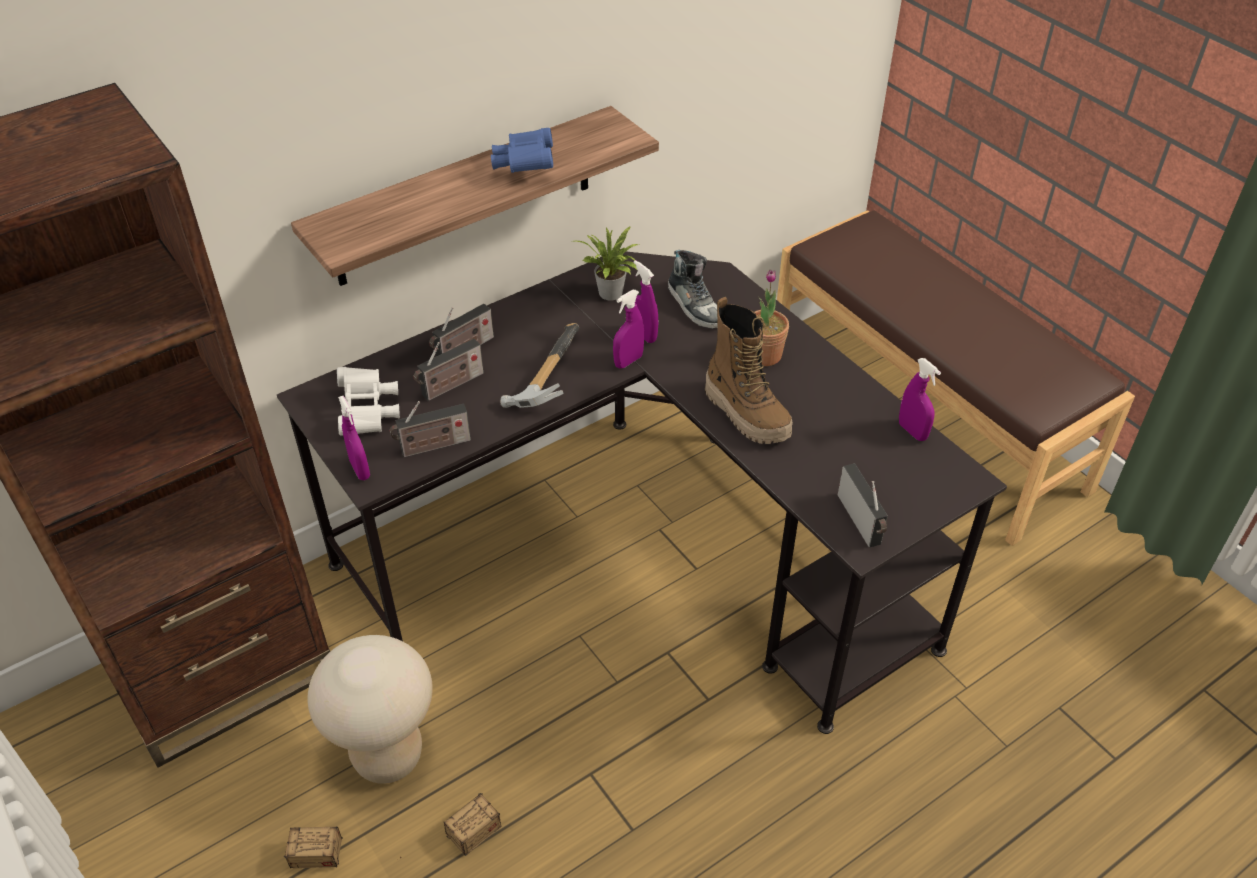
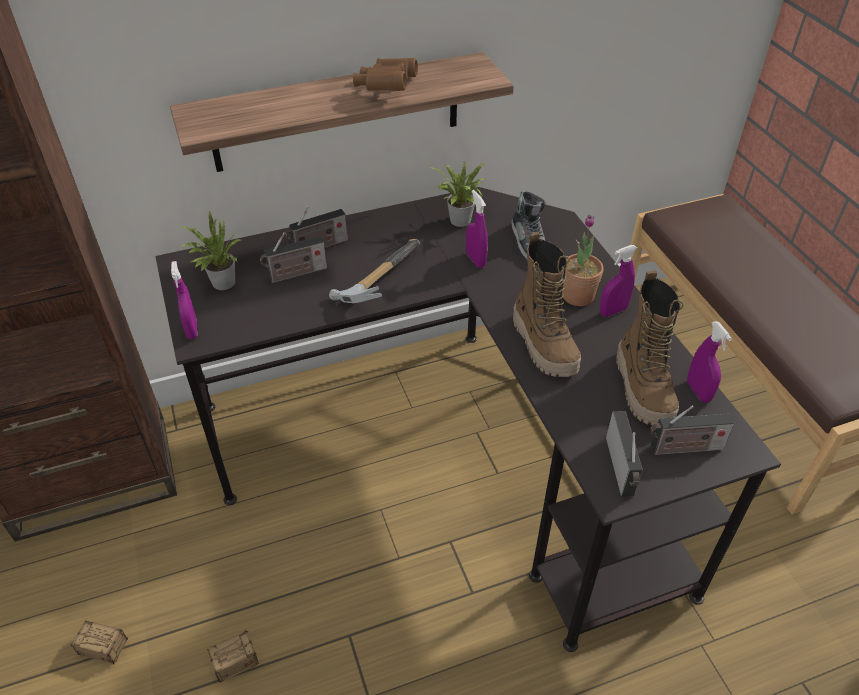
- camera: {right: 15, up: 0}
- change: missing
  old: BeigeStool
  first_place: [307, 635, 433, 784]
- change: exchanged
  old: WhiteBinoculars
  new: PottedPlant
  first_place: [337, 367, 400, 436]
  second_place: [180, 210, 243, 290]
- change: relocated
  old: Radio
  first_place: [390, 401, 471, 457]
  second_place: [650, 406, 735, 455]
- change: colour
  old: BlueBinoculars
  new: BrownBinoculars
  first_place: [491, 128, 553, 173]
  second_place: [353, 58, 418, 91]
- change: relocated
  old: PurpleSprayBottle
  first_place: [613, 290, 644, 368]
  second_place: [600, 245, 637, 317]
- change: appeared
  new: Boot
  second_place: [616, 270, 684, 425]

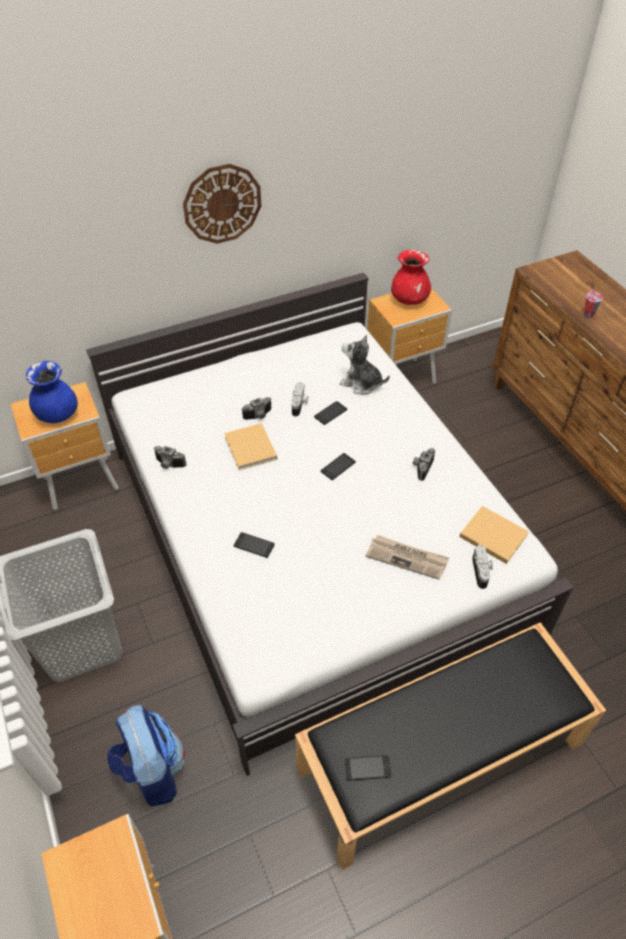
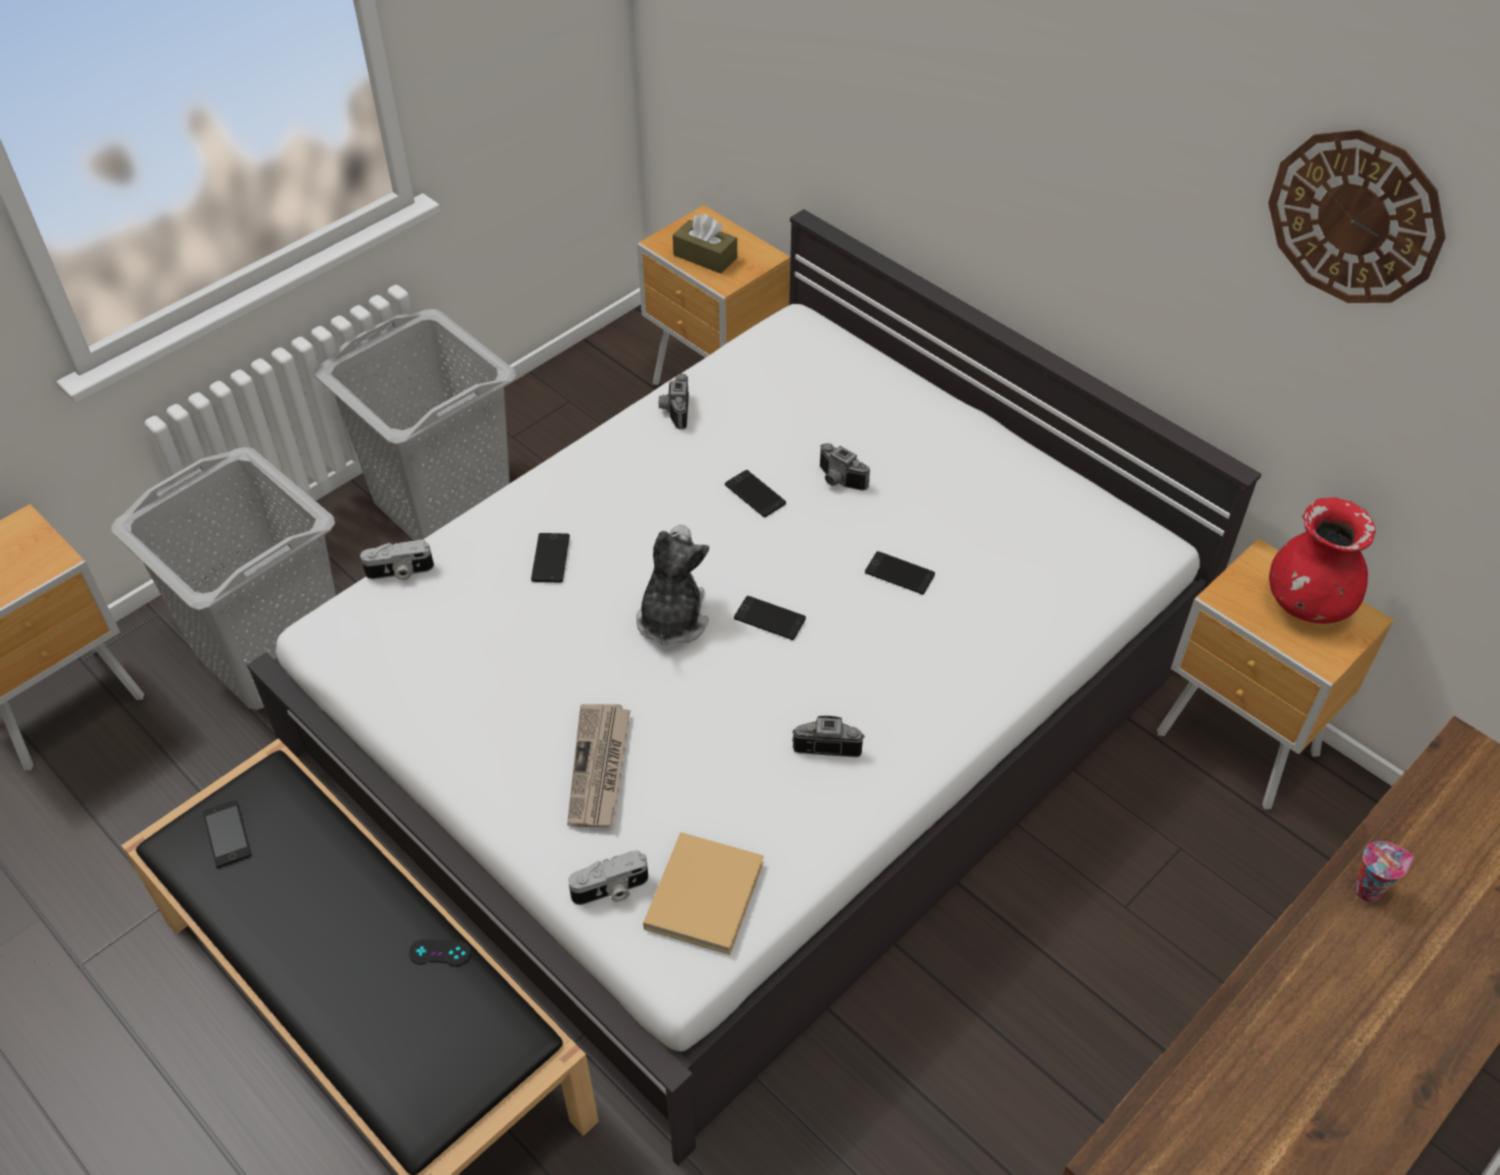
- camera: {right: 70, up: 0}
- change: exchanged
  old: BlueVase
  new: BrownTissueBox
  first_place: [26, 361, 78, 423]
  second_place: [673, 214, 737, 274]
- change: exchanged
  old: Backpack
  new: GreyLaundryBasket
  first_place: [107, 705, 185, 807]
  second_place: [111, 447, 336, 710]
- change: relocated
  old: WallClock
  first_place: [183, 164, 261, 244]
  second_place: [1268, 130, 1446, 303]
- change: exchanged
  old: BeigeBook
  new: Phone
  first_place: [224, 423, 277, 470]
  second_place: [725, 470, 786, 517]
- change: relocated
  old: PhotoCamera
  first_place: [292, 382, 308, 417]
  second_place: [360, 540, 434, 580]
- change: relocated
  old: PlushToy
  first_place: [340, 335, 390, 395]
  second_place: [636, 525, 709, 645]
- change: appeared
  new: BlackGameController
  second_place: [409, 939, 471, 966]

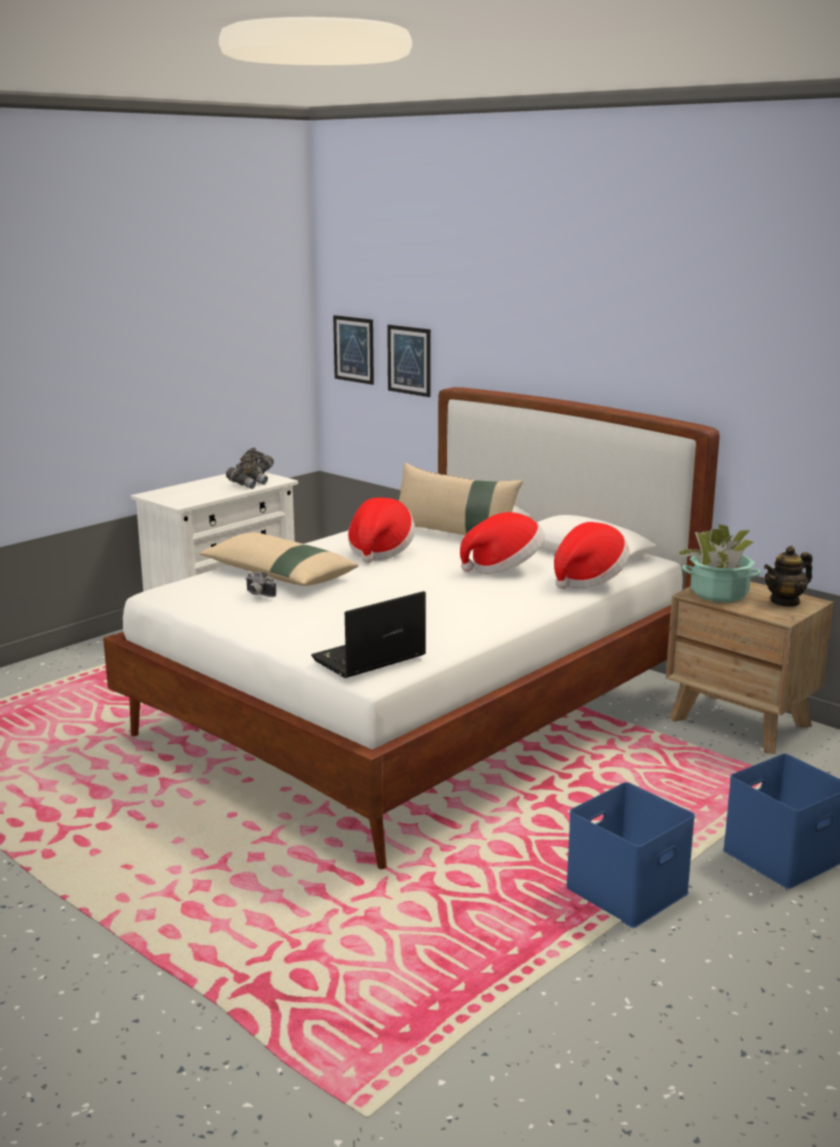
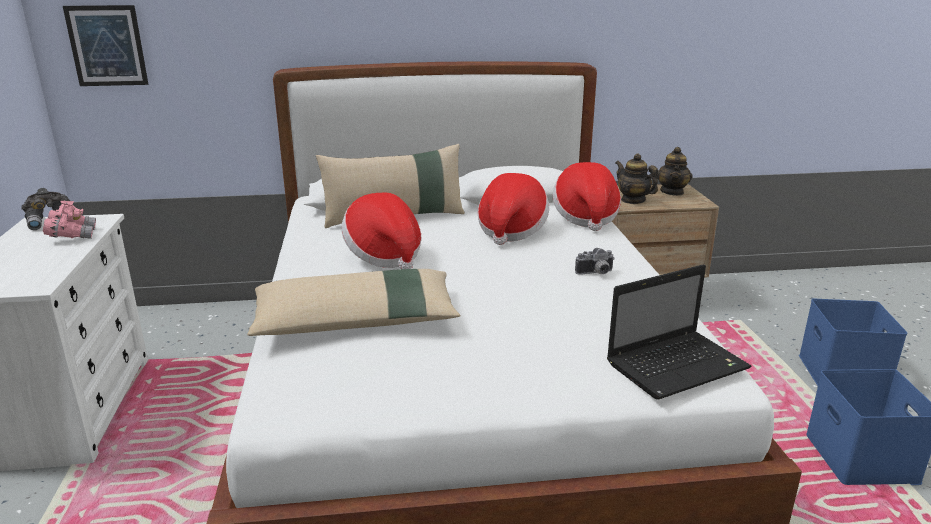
- camera: {right: -50, up: 5}
- change: colour
  old: GreyBinoculars
  new: PinkBinoculars
  first_place: [226, 457, 268, 489]
  second_place: [43, 201, 96, 239]
- change: relocated
  old: PhotoCamera
  first_place: [246, 572, 276, 597]
  second_place: [575, 248, 615, 275]
- change: spun
  old: Laptop
  first_place: [311, 591, 426, 678]
  second_place: [607, 264, 752, 400]
  degrees: -120
- change: missing
  old: Picture
  first_place: [387, 325, 431, 397]
- change: exchanged
  old: PottedPlant
  new: Teapot
  first_place: [677, 524, 762, 602]
  second_place: [616, 153, 658, 204]

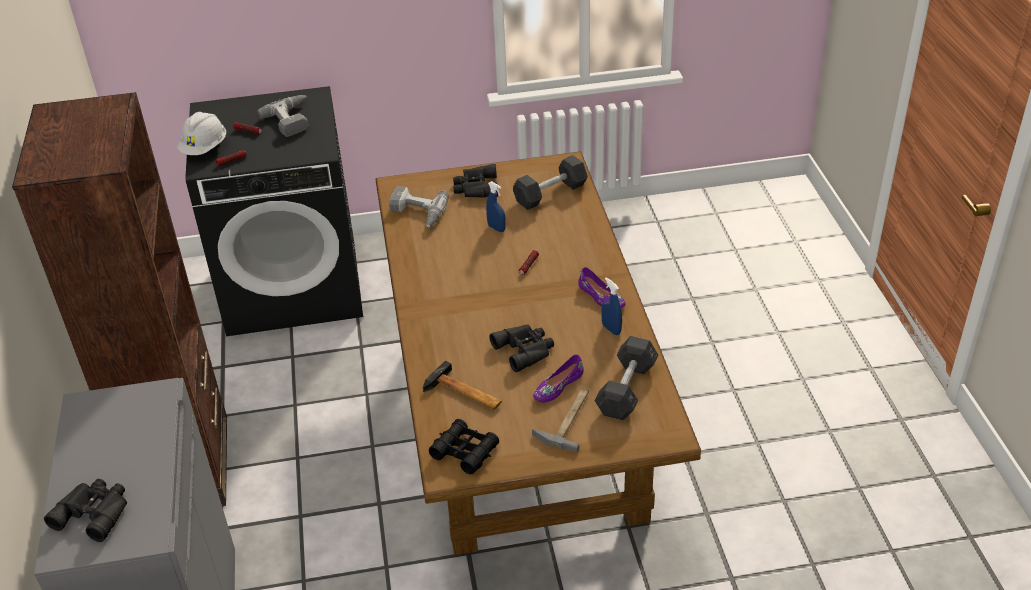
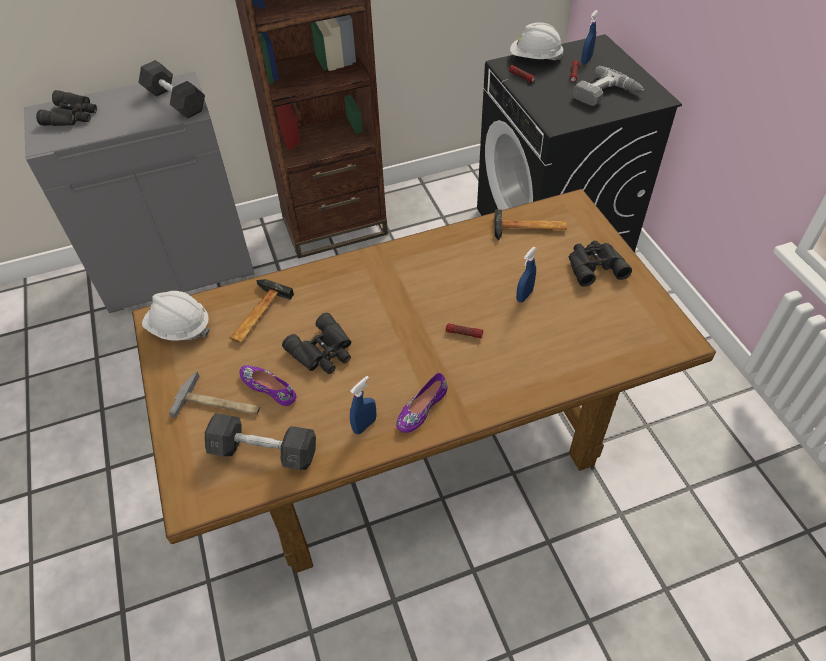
- camera: {right: 80, up: 10}
- change: exchanged
  old: PowerDrill
  new: Hammer
  first_place: [389, 186, 449, 227]
  second_place: [494, 209, 567, 240]
- change: exchanged
  old: BlackBinoculars
  new: WhiteHardHat
  first_place: [429, 419, 499, 474]
  second_place: [142, 291, 210, 341]
- change: relocated
  old: BlackDumbbell
  first_place: [513, 155, 588, 210]
  second_place: [138, 60, 205, 118]
- change: appeared
  new: BlueSprayBottle
  second_place: [581, 10, 598, 64]

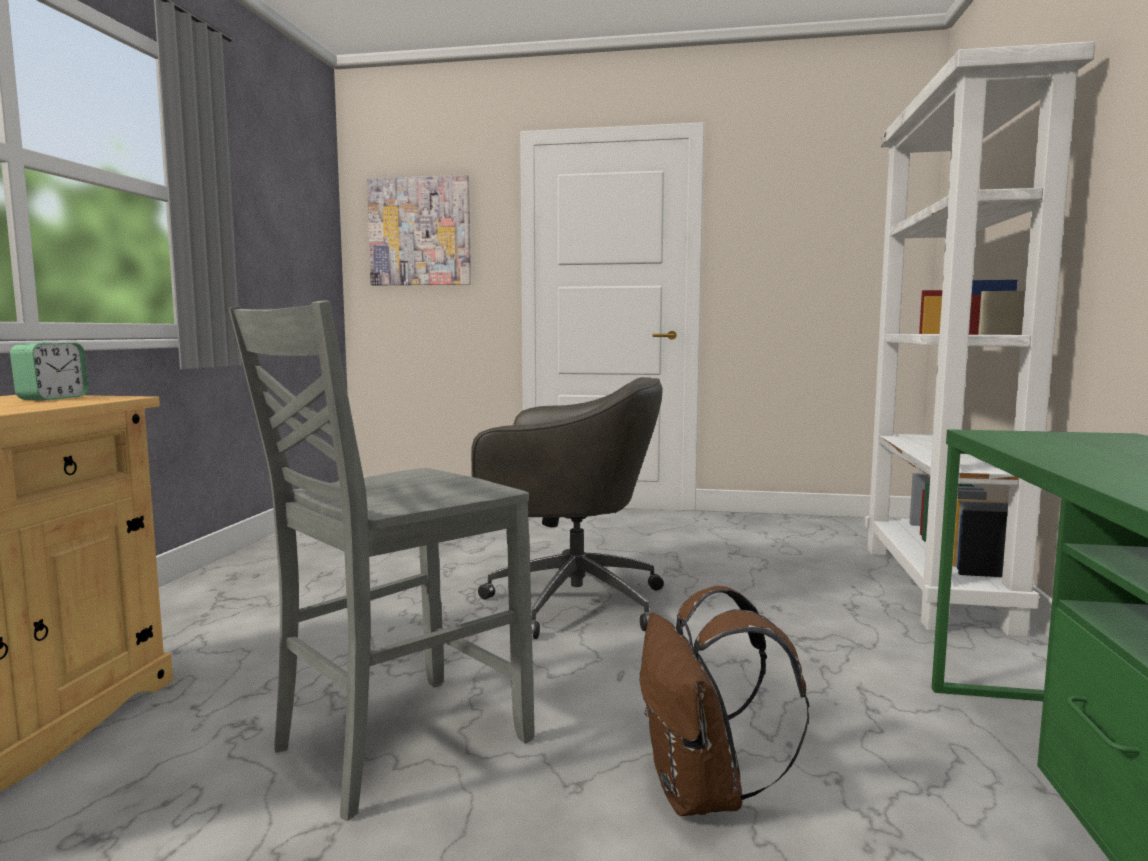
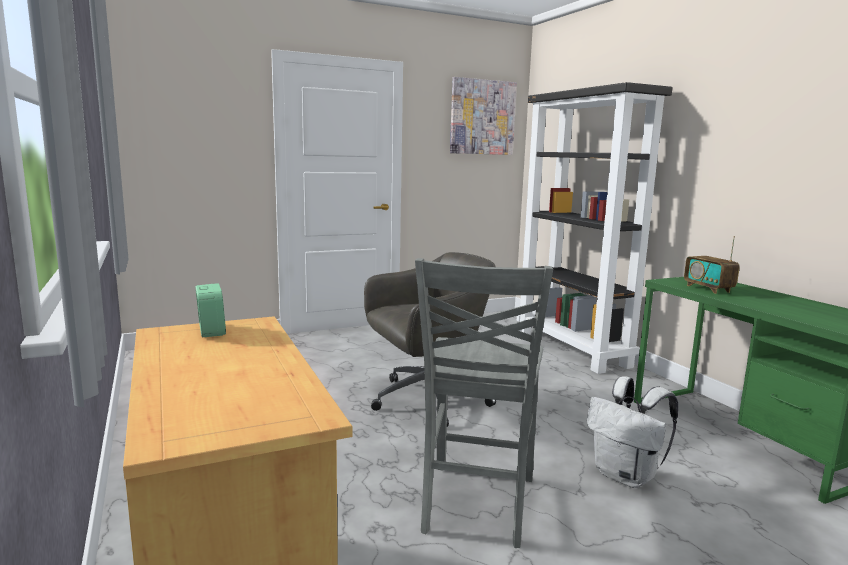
- camera: {right: -35, up: 5}
- change: relocated
  old: Picture
  first_place: [367, 175, 471, 286]
  second_place: [450, 77, 517, 155]
- change: colour
  old: BrownBackpack
  new: WhiteBackpack
  first_place: [640, 586, 809, 816]
  second_place: [587, 376, 678, 488]
- change: colour
  old: WhiteBookcase
  new: BlackBookcase
  first_place: [865, 41, 1095, 637]
  second_place: [517, 82, 673, 374]
- change: appeared
  new: Radio
  second_place: [684, 236, 739, 294]

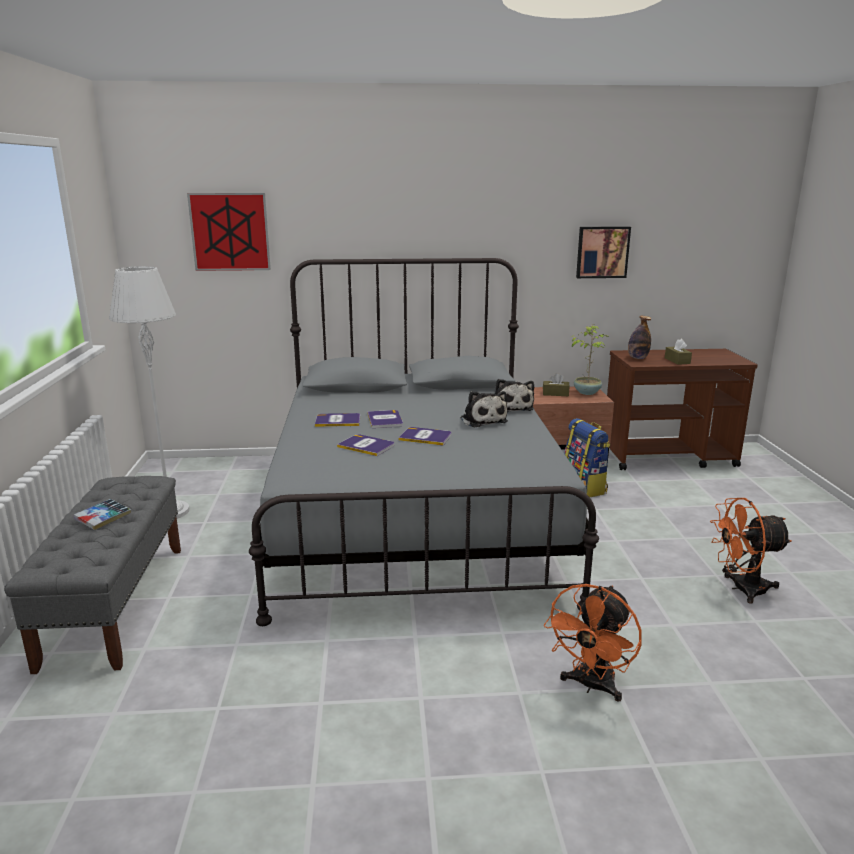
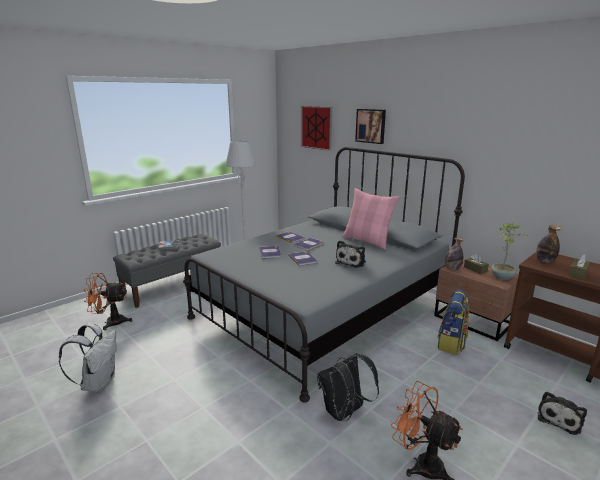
- camera: {right: 50, up: 0}
- change: relocated
  old: PlushToy
  first_place: [494, 379, 534, 412]
  second_place: [538, 391, 587, 435]
- change: relocated
  old: OrangeFan
  first_place: [544, 584, 642, 702]
  second_place: [83, 273, 133, 330]
- change: relocated
  old: Picture
  first_place: [576, 226, 631, 278]
  second_place: [355, 109, 386, 144]
- change: appeared
  new: WhiteBackpack
  second_place: [59, 323, 117, 392]
- change: appeared
  new: BlackBackpack
  second_place: [317, 353, 379, 421]
- change: appeared
  new: PinkPillow
  second_place: [342, 188, 400, 250]
- change: appeared
  new: Bottle
  second_place: [445, 238, 464, 271]

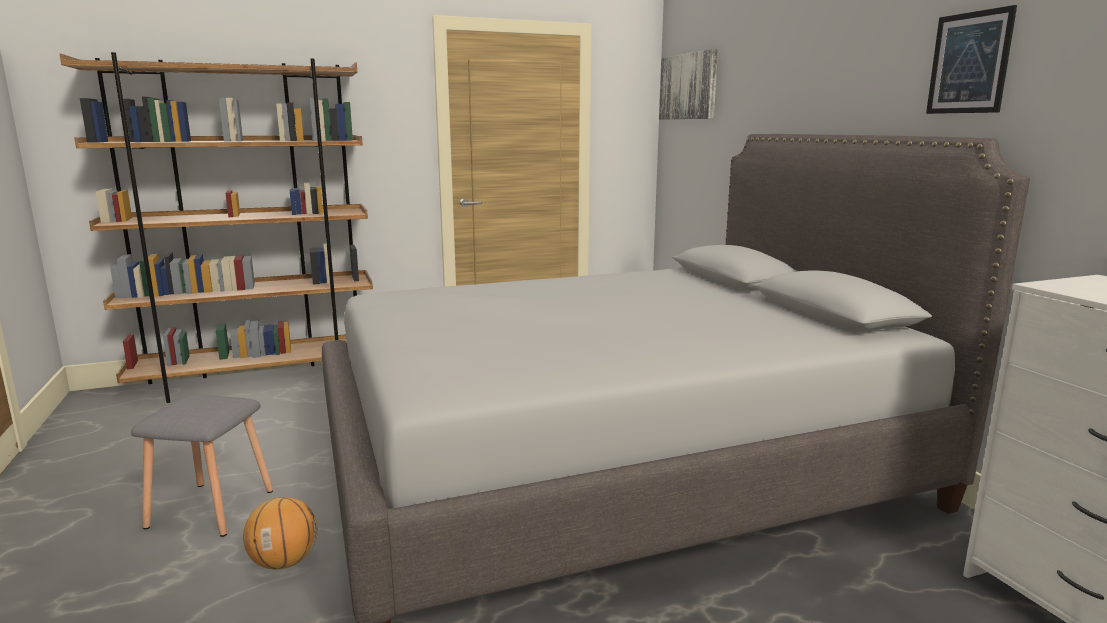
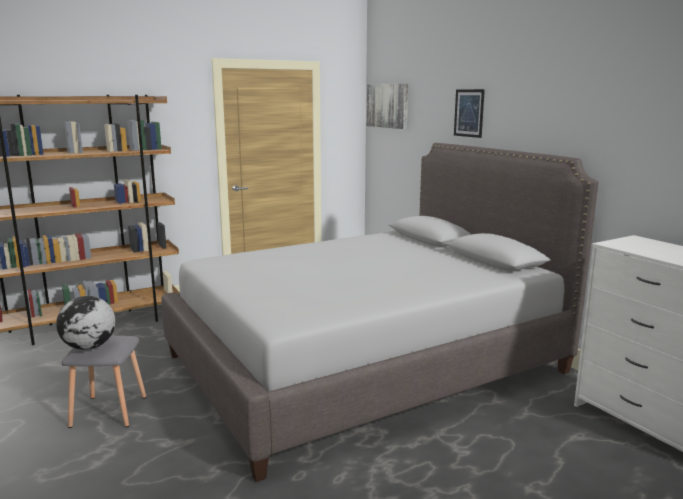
- camera: {right: -10, up: 0}
- change: missing
  old: Basketball
  first_place: [243, 497, 318, 570]
- change: relocated
  old: Picture
  first_place: [926, 5, 1017, 114]
  second_place: [454, 89, 485, 138]
- change: appeared
  new: Globe
  second_place: [56, 296, 116, 350]

